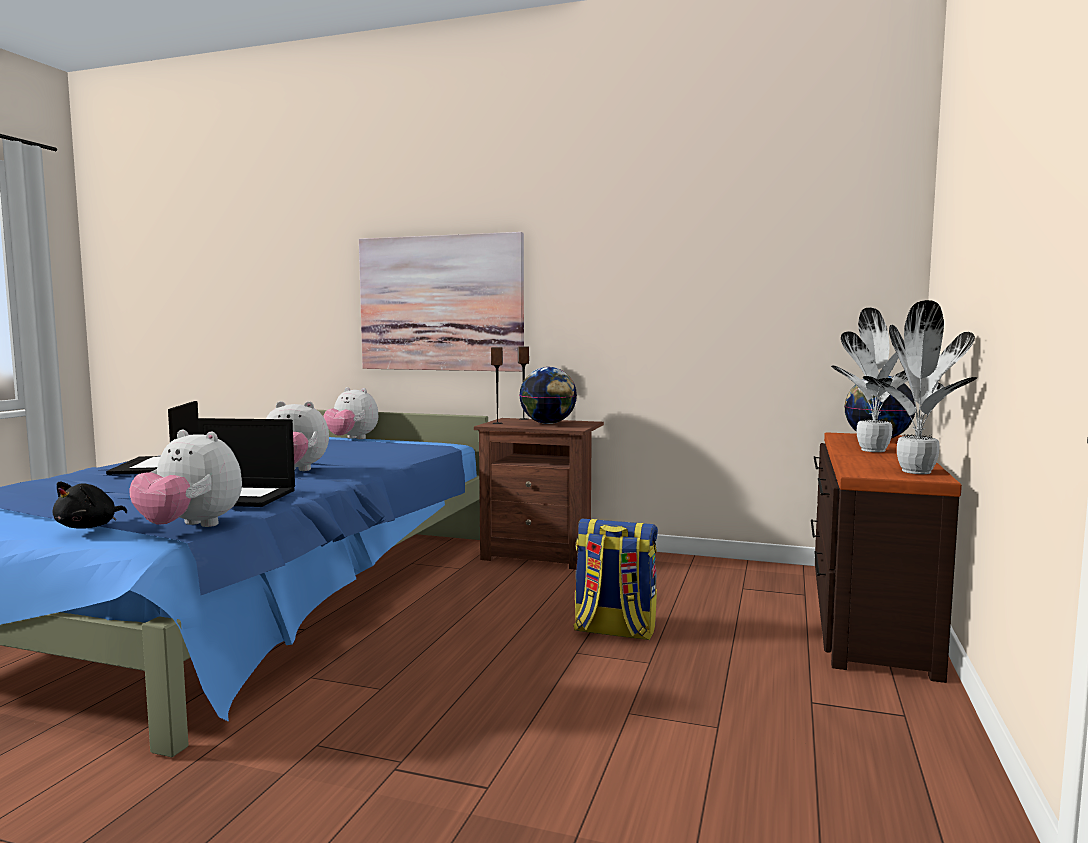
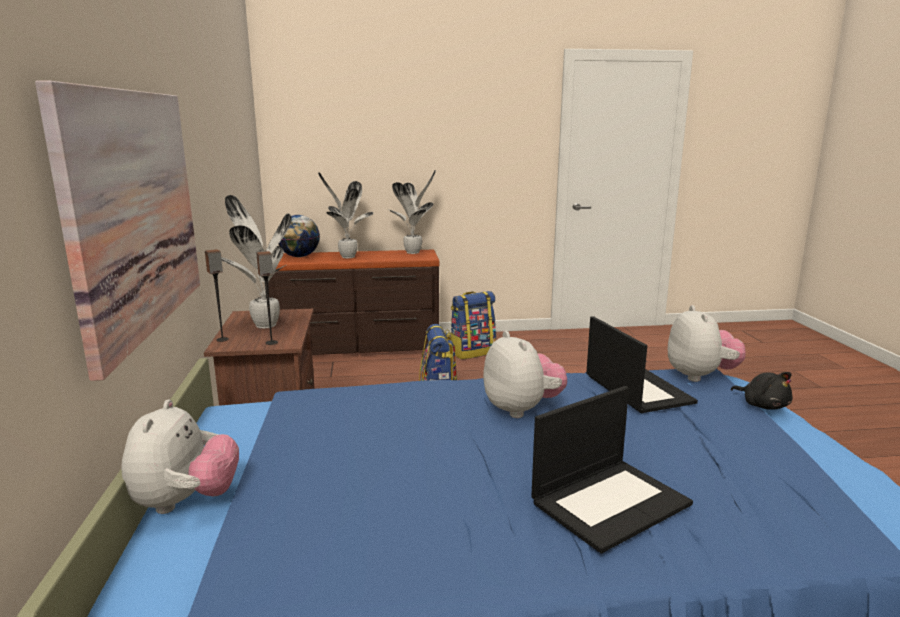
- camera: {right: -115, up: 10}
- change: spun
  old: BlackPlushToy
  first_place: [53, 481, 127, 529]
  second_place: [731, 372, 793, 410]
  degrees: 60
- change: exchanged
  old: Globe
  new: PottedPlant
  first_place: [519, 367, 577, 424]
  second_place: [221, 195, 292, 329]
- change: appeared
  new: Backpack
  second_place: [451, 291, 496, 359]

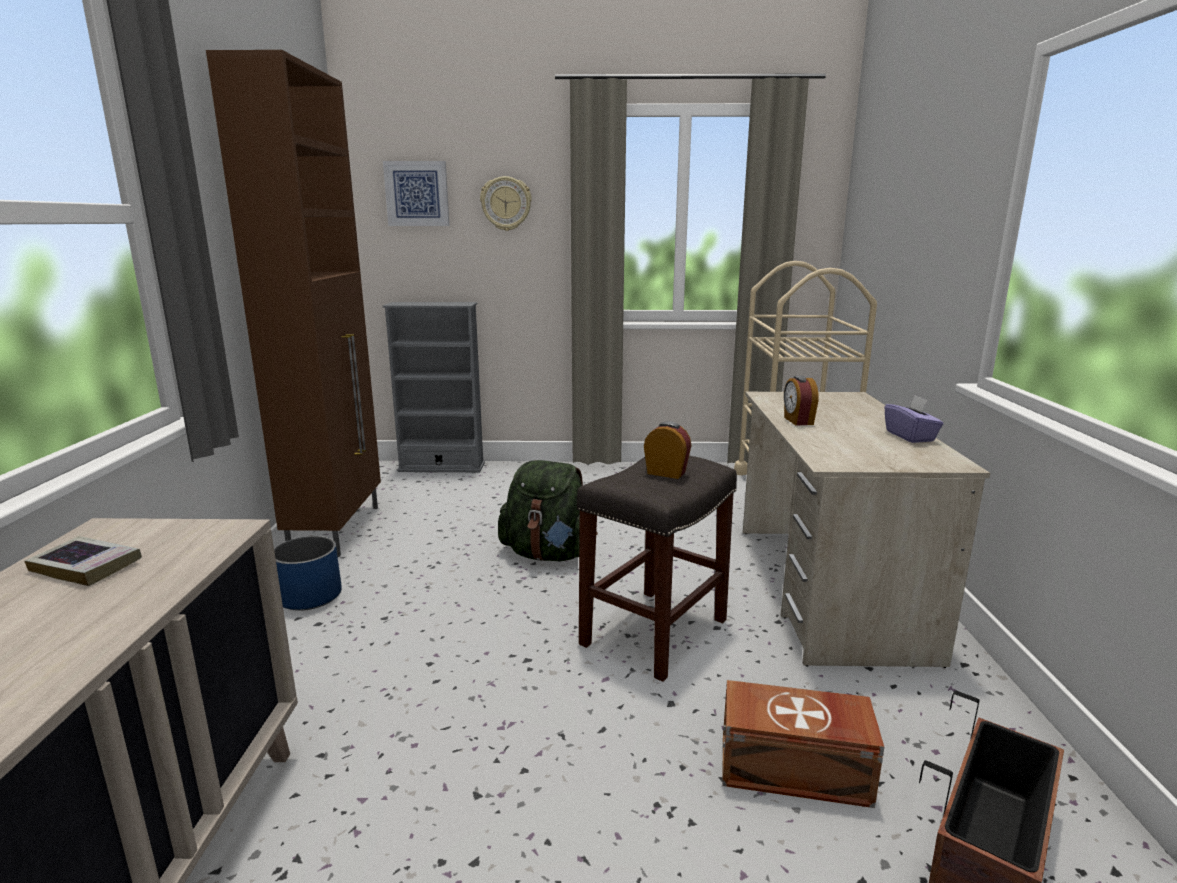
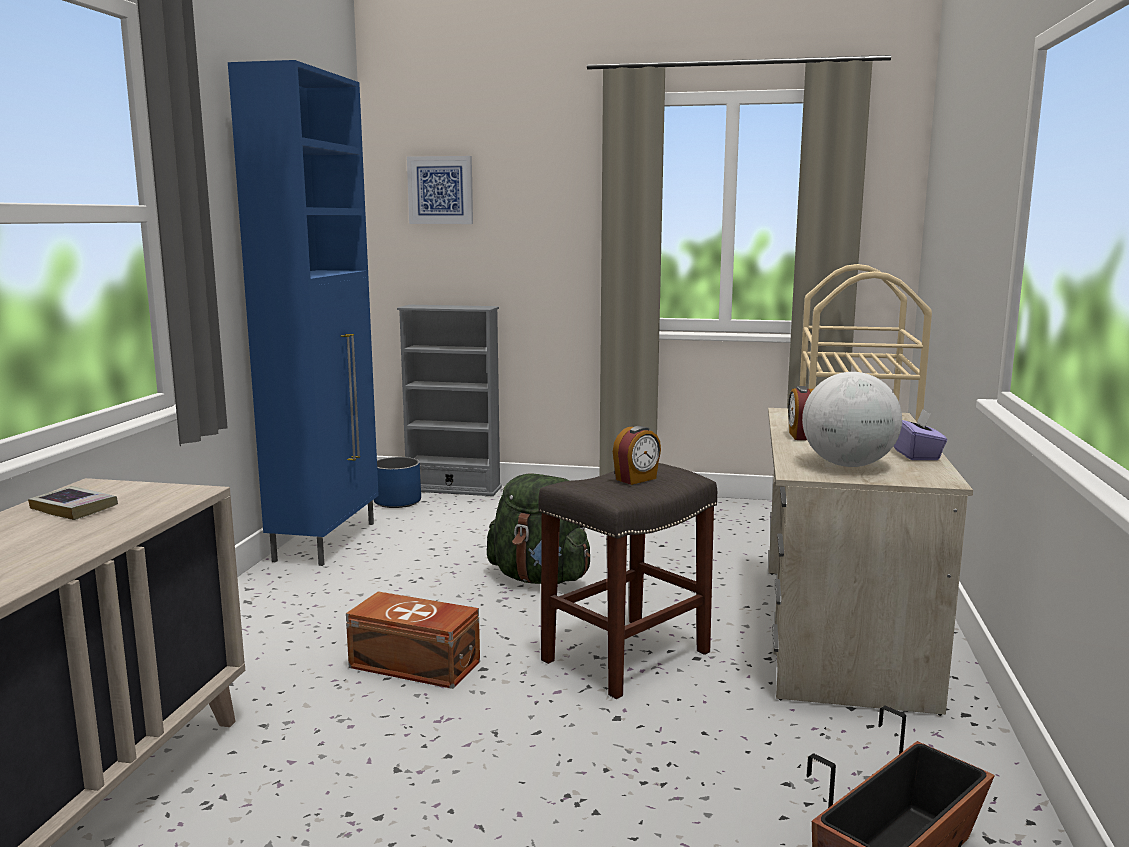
- camera: {right: 10, up: -5}
- change: colour
  old: BrownCabinet
  new: BlueCabinet
  first_place: [206, 50, 381, 557]
  second_place: [228, 60, 379, 566]
- change: relocated
  old: BluePlanter
  first_place: [274, 536, 342, 611]
  second_place: [374, 457, 421, 508]
- change: missing
  old: WallClock
  first_place: [480, 176, 532, 231]
- change: spun
  old: AlarmClock
  first_place: [644, 421, 691, 479]
  second_place: [613, 426, 661, 485]
  degrees: 105
- change: relocated
  old: BrownStorageBox
  first_place: [722, 680, 884, 808]
  second_place: [346, 592, 480, 689]
- change: appeared
  new: Globe
  second_place: [802, 372, 902, 467]

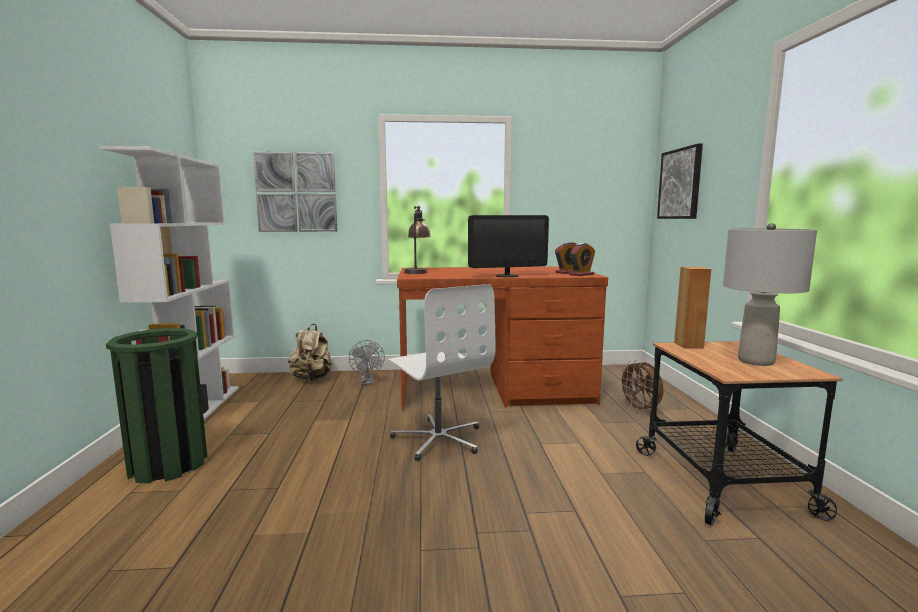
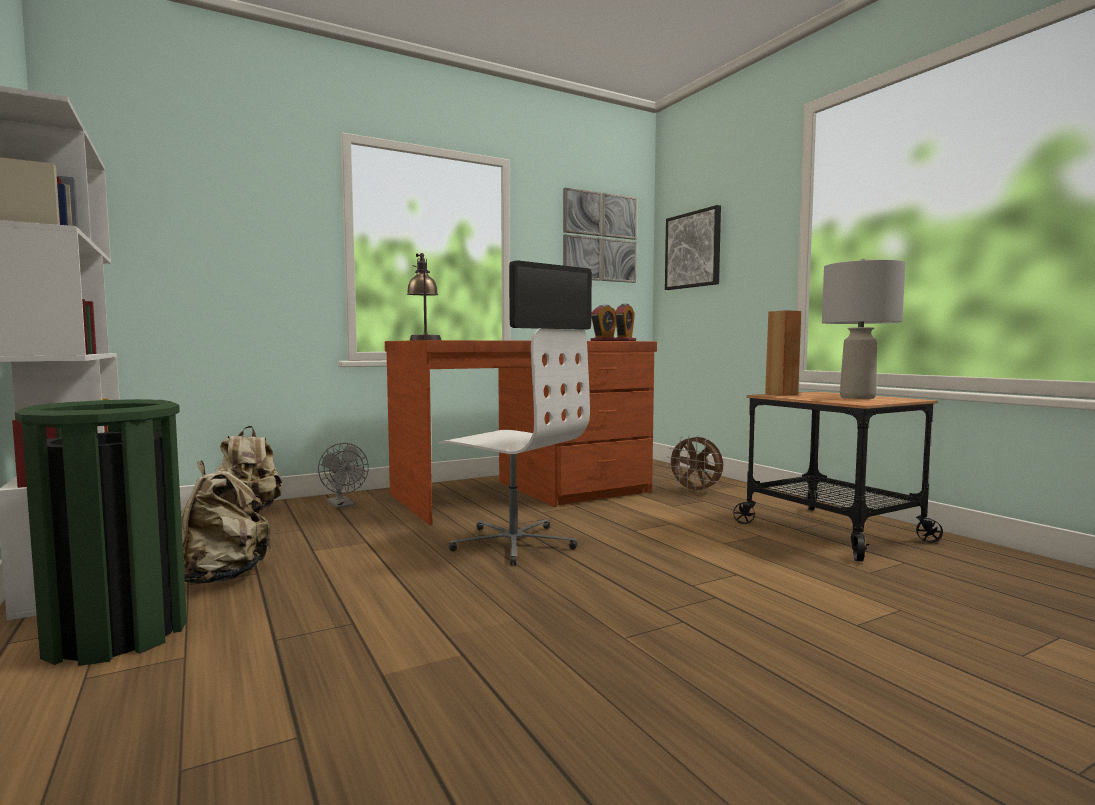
- camera: {right: -25, up: -5}
- change: relocated
  old: Picture
  first_place: [253, 152, 338, 232]
  second_place: [563, 187, 637, 283]
- change: appeared
  new: BeigeBackpack
  second_place: [181, 461, 272, 584]

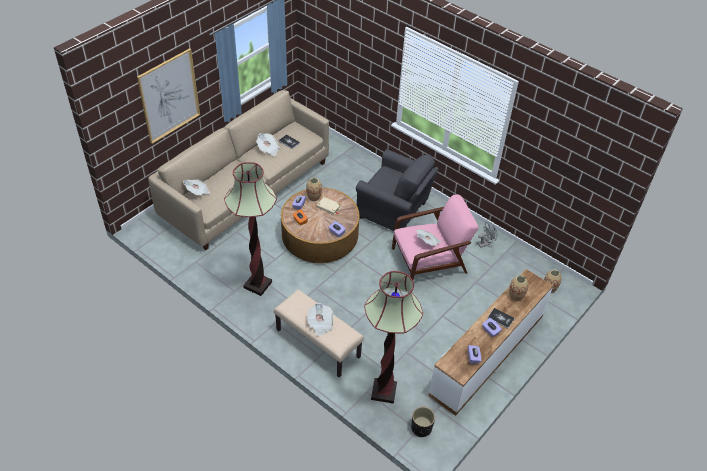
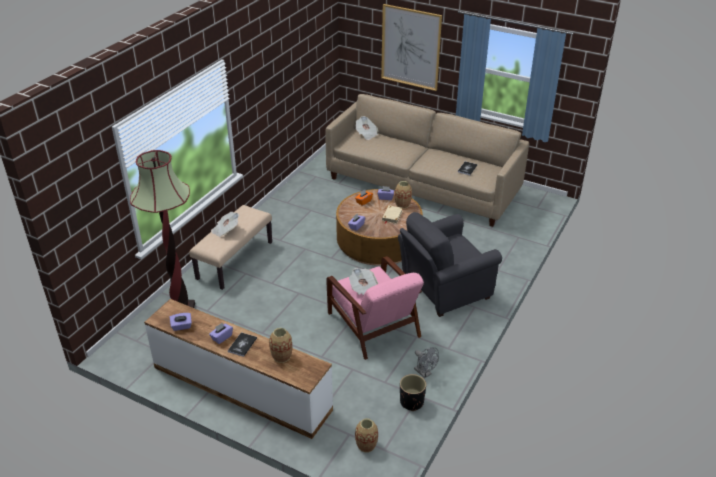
- camera: {right: 80, up: -10}
- change: missing
  old: FloorLamp
  first_place: [224, 162, 277, 296]
- change: missing
  old: Newspaper
  first_place: [256, 133, 280, 156]
- change: spun
  old: GreyArmchair
  first_place: [356, 149, 439, 231]
  second_place: [398, 212, 502, 317]
  degrees: 45
- change: relocated
  old: BlackPlanter
  first_place: [411, 406, 435, 437]
  second_place: [400, 374, 426, 411]

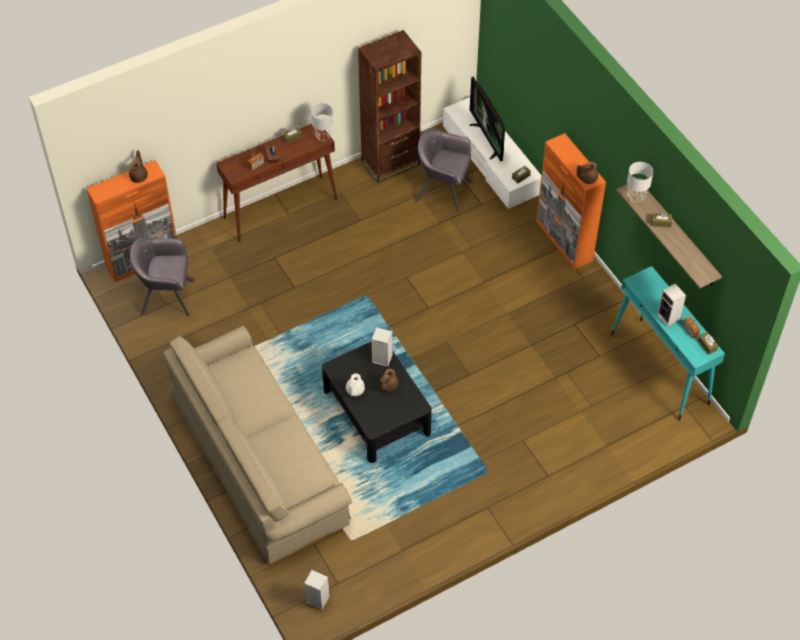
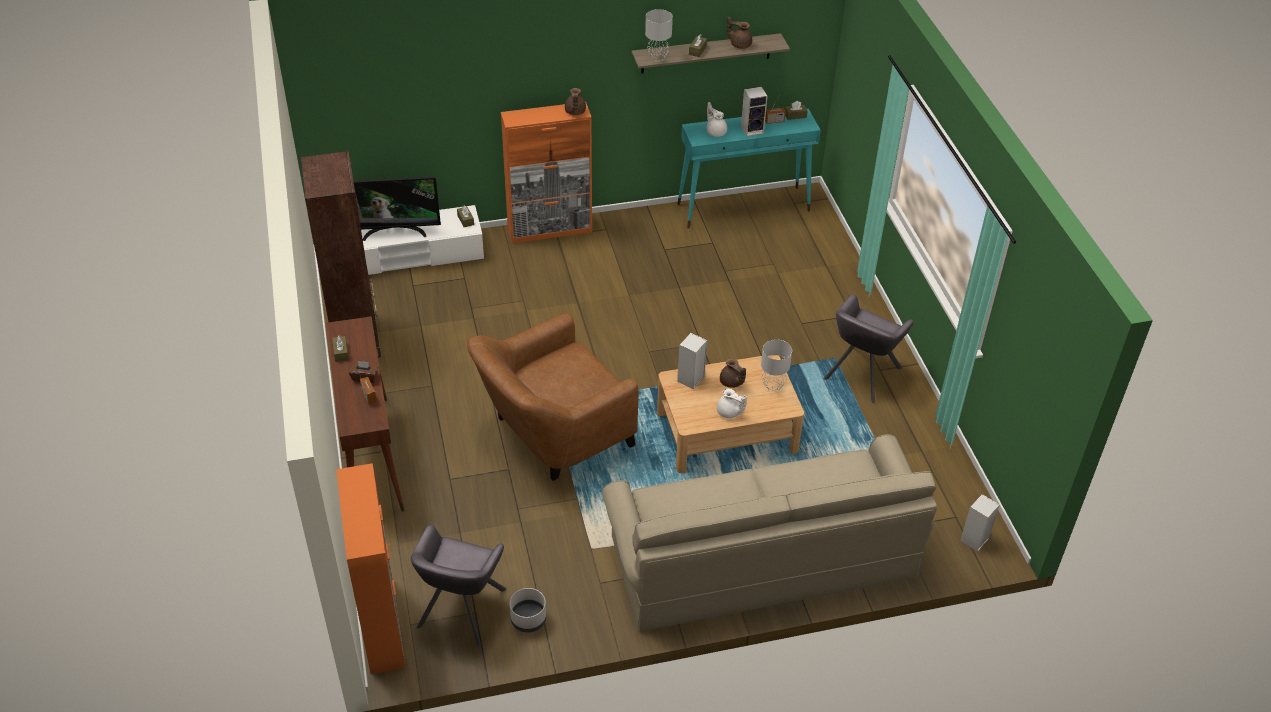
- camera: {right: -75, up: -10}
- change: relocated
  old: BrownTeapot
  first_place: [129, 150, 148, 183]
  second_place: [727, 16, 752, 49]
- change: relocated
  old: GreyTableLamp
  first_place: [311, 103, 333, 142]
  second_place: [761, 339, 792, 392]
- change: colour
  old: BlackCoffeeTable
  new: BeigeCoffeeTable
  first_place: [322, 341, 432, 463]
  second_place: [657, 355, 804, 473]
- change: relocated
  old: GreyArmchair
  first_place: [415, 128, 473, 213]
  second_place: [823, 294, 914, 403]
- change: appeared
  new: BrownArmchair
  second_place: [467, 313, 639, 481]
- change: appeared
  new: GreyPlanter
  second_place: [510, 588, 546, 632]
- change: appeared
  new: WhiteTeapot
  second_place: [707, 102, 727, 137]

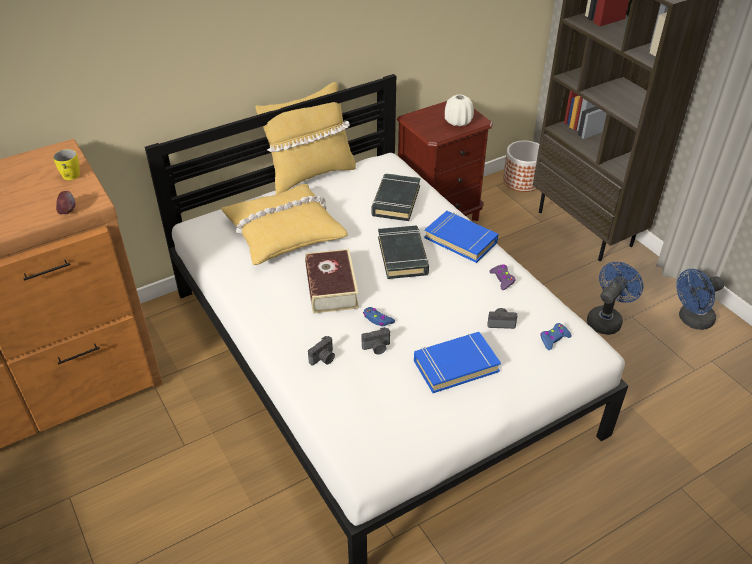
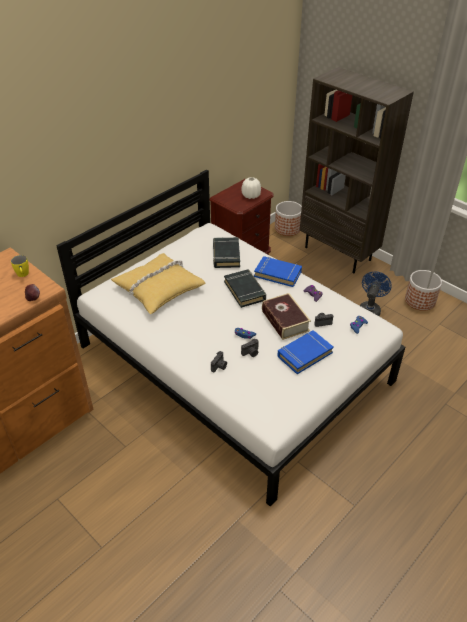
- camera: {right: -15, up: 0}
- change: missing
  old: YellowPillow
  first_place: [255, 82, 356, 195]
- change: relocated
  old: Book
  first_place: [305, 249, 359, 314]
  second_place: [262, 293, 311, 340]
- change: exchanged
  old: BlueFan
  new: Planter
  first_place: [676, 269, 724, 330]
  second_place: [405, 270, 442, 311]

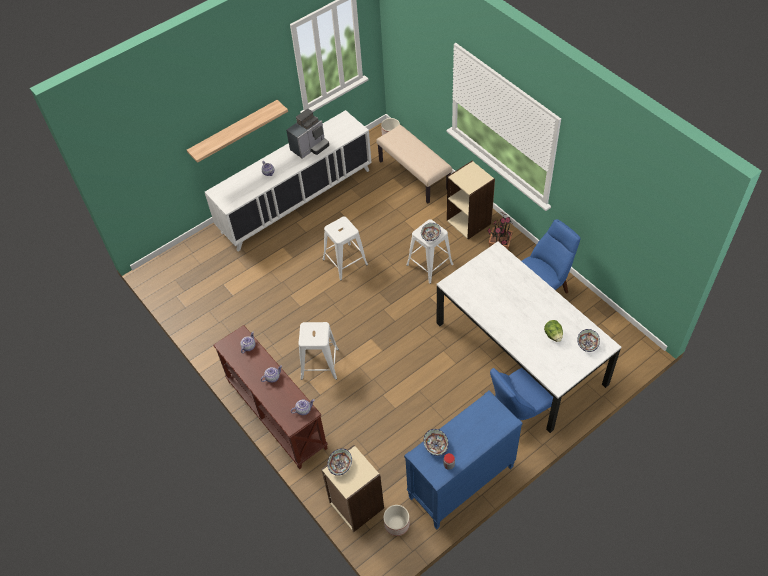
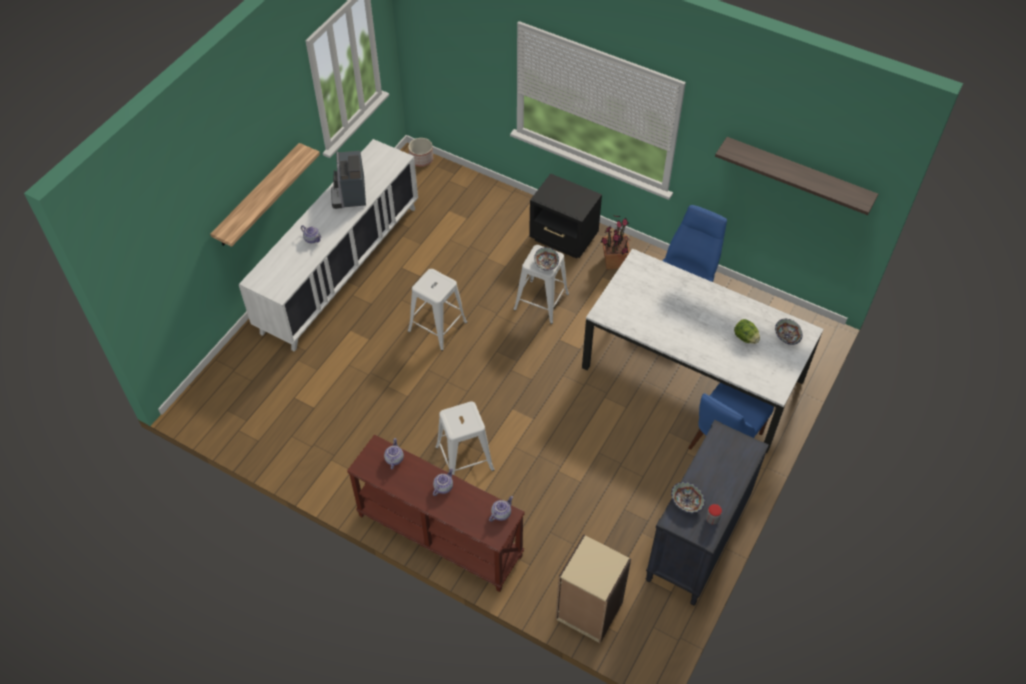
- camera: {right: -25, up: 0}
- change: spun
  old: CoffeeMachine
  first_place: [286, 109, 329, 159]
  second_place: [331, 151, 366, 209]
  degrees: 150
- change: missing
  old: Bowl
  first_place: [327, 448, 352, 476]
- change: missing
  old: BeigeBench
  first_place: [376, 125, 452, 203]
- change: missing
  old: Planter
  first_place: [383, 505, 410, 536]
- change: colour
  old: BlueDresser
  new: BlackDresser
  first_place: [404, 390, 523, 530]
  second_place: [646, 420, 769, 606]
- change: exchanged
  old: BeigeBookcase
  new: BlackNightstand
  first_place: [447, 161, 495, 239]
  second_place: [529, 173, 602, 259]
- change: appeared
  new: Shelf
  second_place: [715, 137, 878, 215]

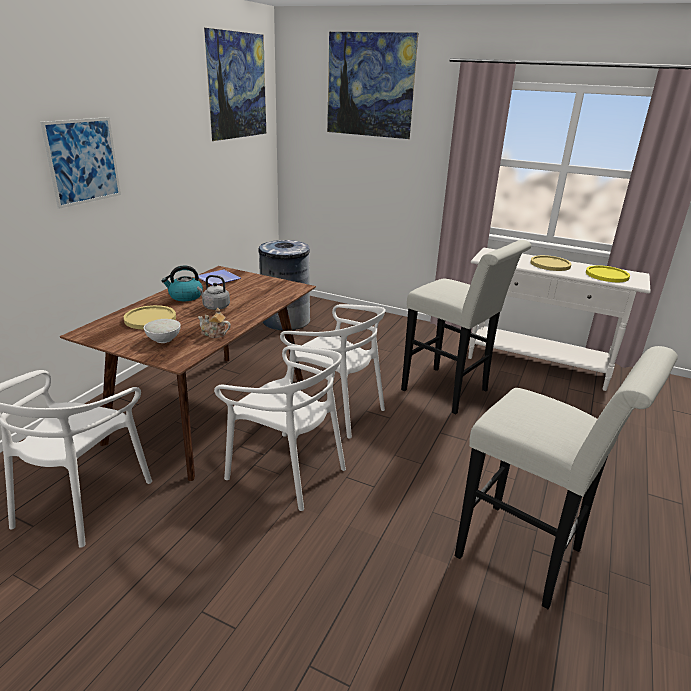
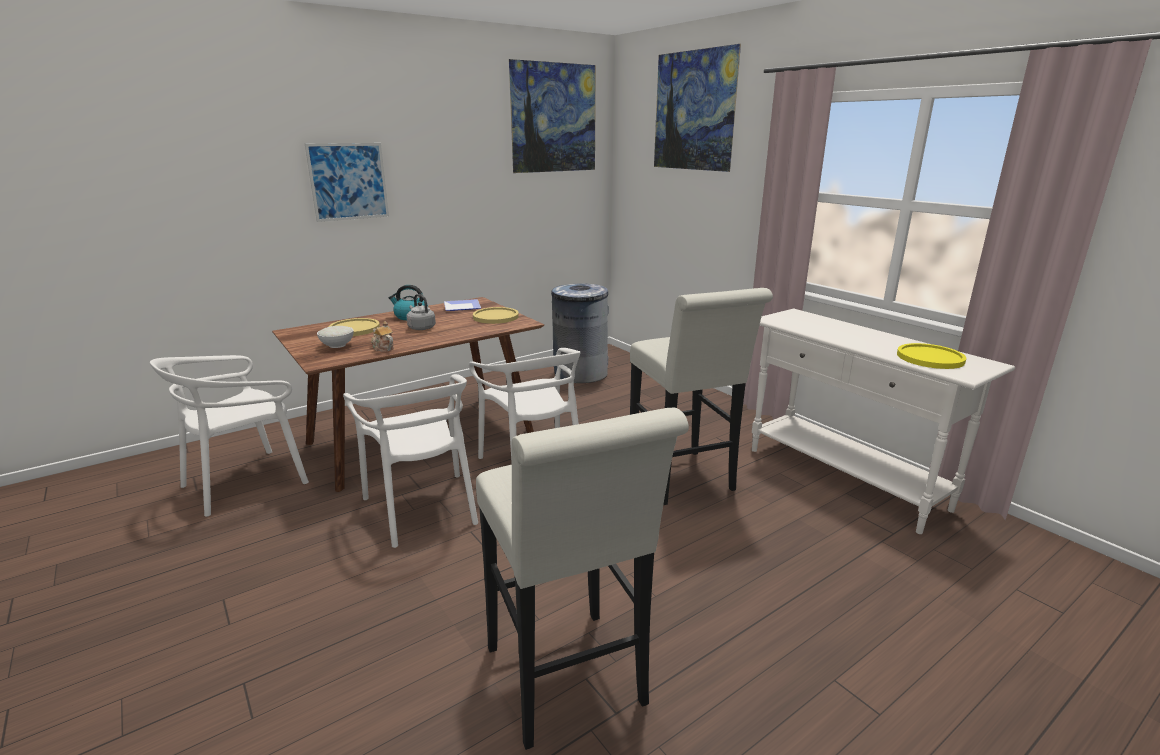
- camera: {right: 30, up: -5}
- change: relocated
  old: YellowPlate
  first_place: [530, 255, 571, 271]
  second_place: [473, 307, 519, 324]

